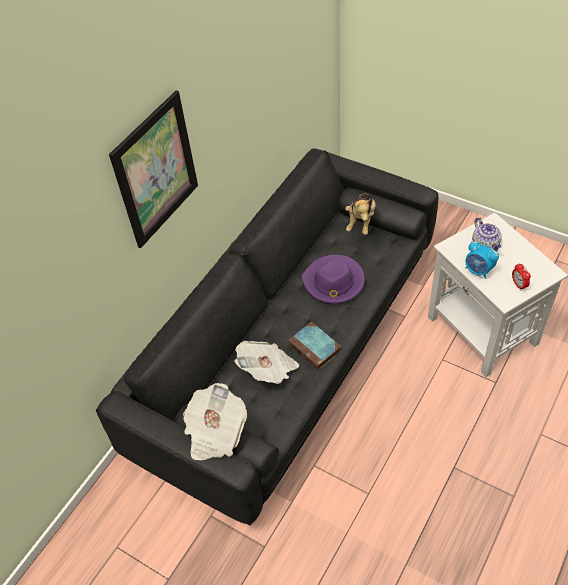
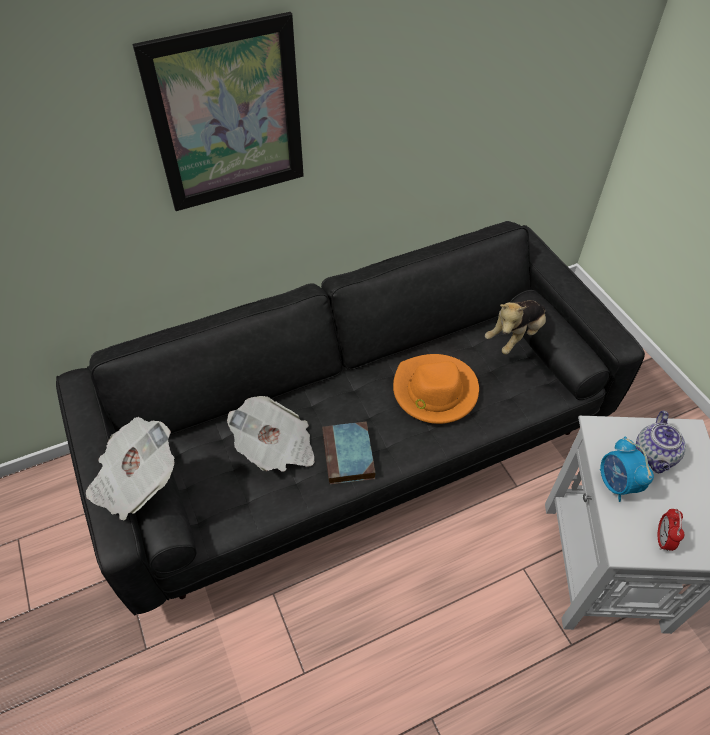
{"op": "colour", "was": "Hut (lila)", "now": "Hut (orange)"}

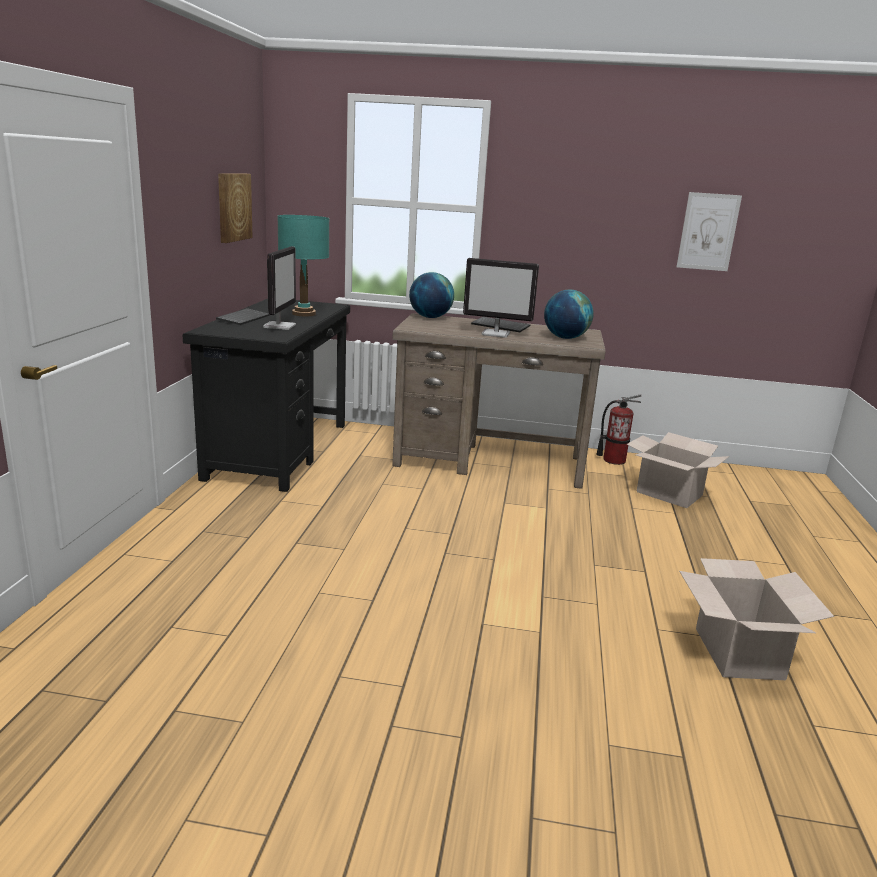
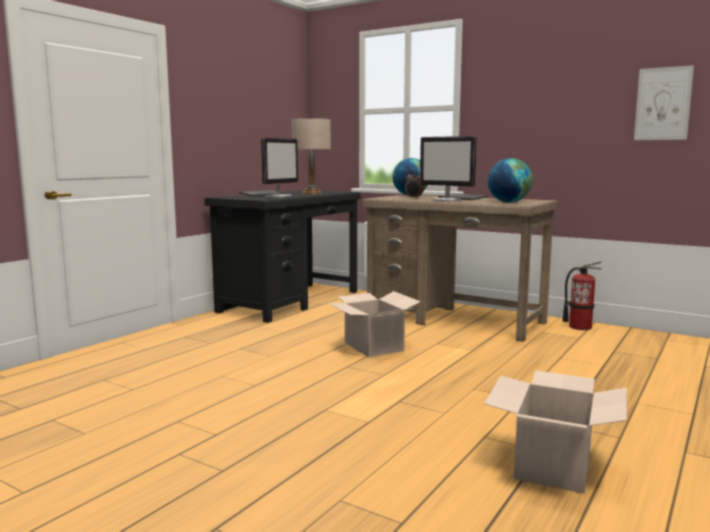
{"op": "missing", "was": "Bild (no. 1 from left)"}
{"op": "colour", "was": "Tischlampe (türkis)", "now": "Tischlampe (beige)"}
{"op": "relocated", "was": "Karton (no. 1 from left)"}
{"op": "appeared", "now": "Wecker"}

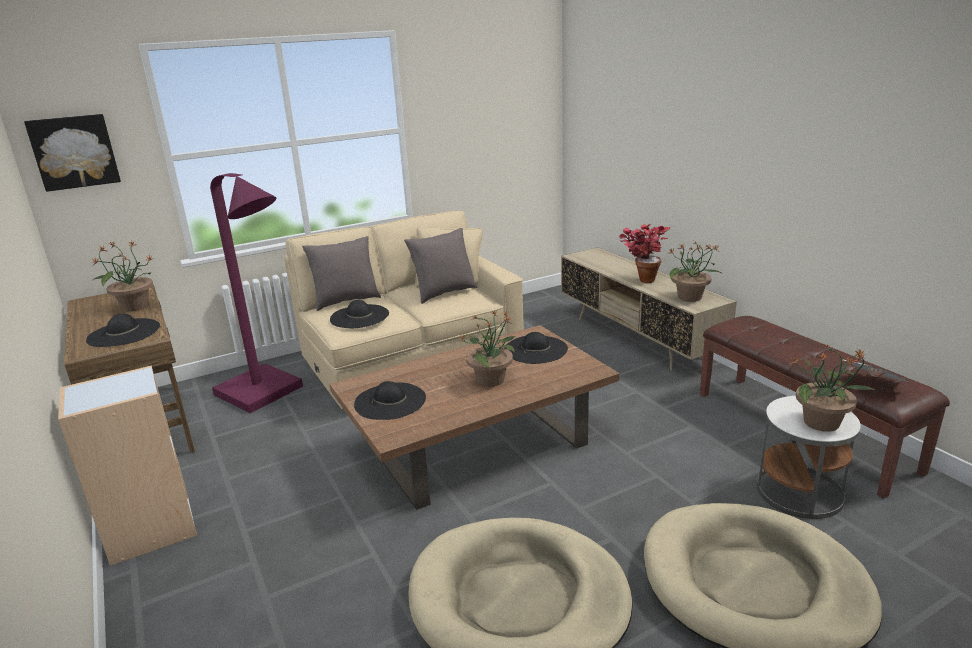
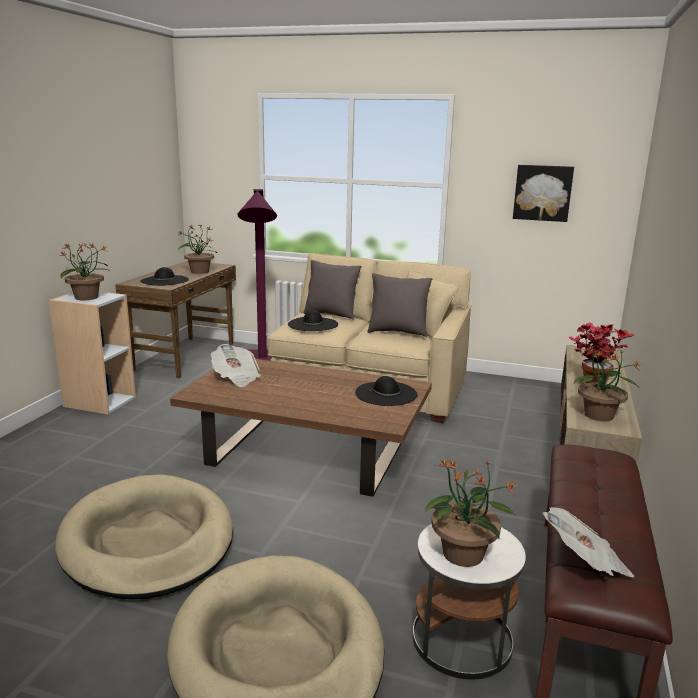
{"op": "relocated", "was": "Bild"}
{"op": "exchanged", "was": "Hut (schwarz) (no. 3 from left)", "now": "Zeitung (no. 1 from left)"}
{"op": "relocated", "was": "Topfpflanze (no. 2 from left in the first image)", "now": "Topfpflanze (no. 1 from left)"}

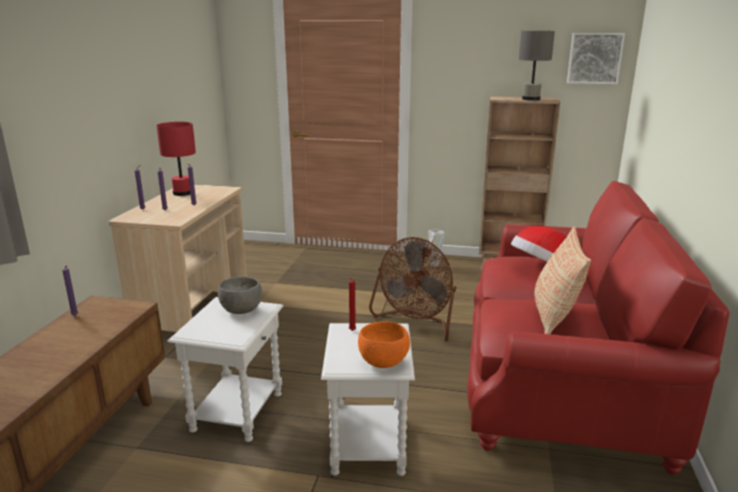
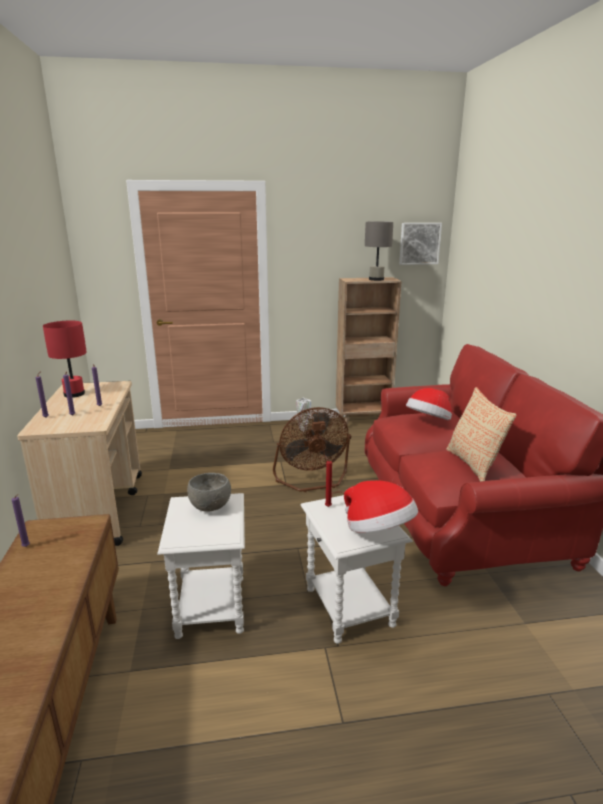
{"op": "exchanged", "was": "Schüssel (orange)", "now": "Hut (no. 1 from left)"}
{"op": "spun", "was": "Ventilator (braun)", "clockwise": 150}

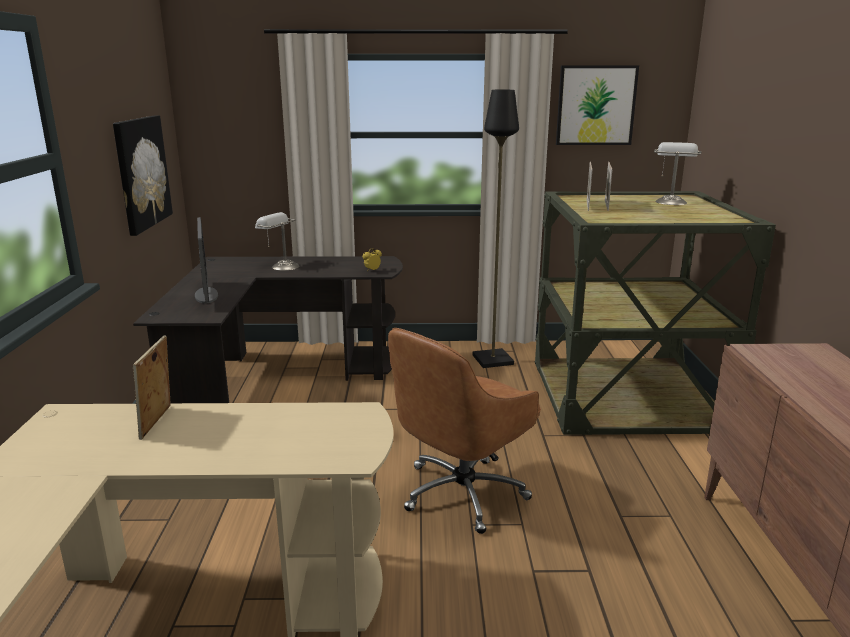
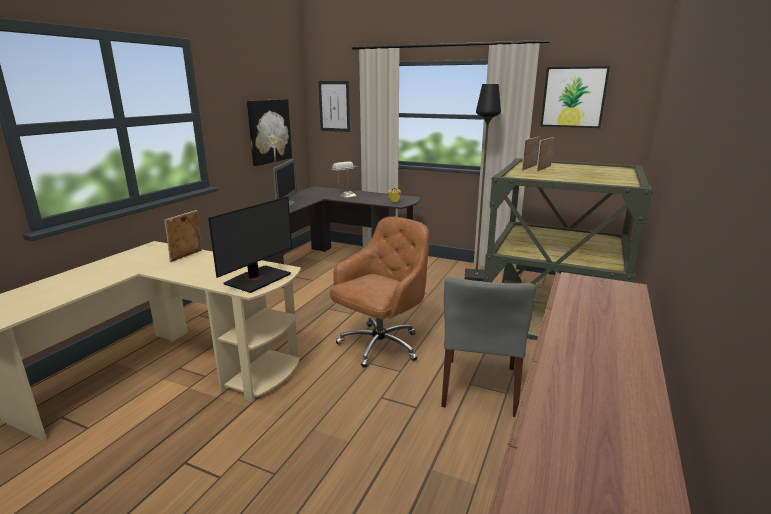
{"op": "spun", "was": "Bürostuhl (braun)", "clockwise": 150}
{"op": "missing", "was": "Tischlampe (weiß) (no. 2 from left)"}
{"op": "appeared", "now": "Monitor (no. 1 from left)"}
{"op": "appeared", "now": "Bild (no. 2 from left)"}
{"op": "appeared", "now": "Stuhl (grau)"}

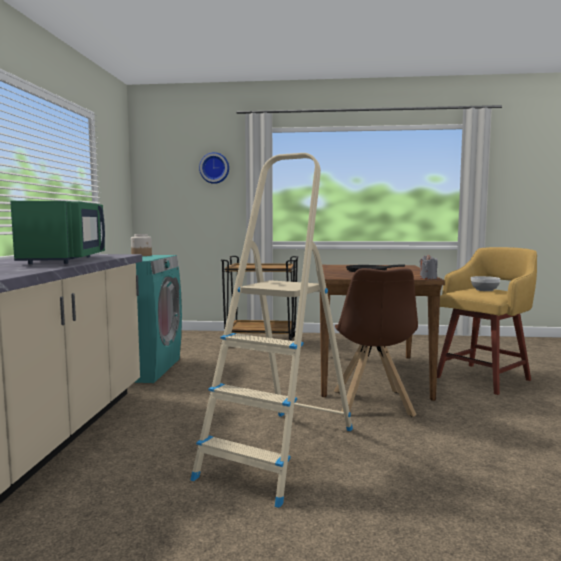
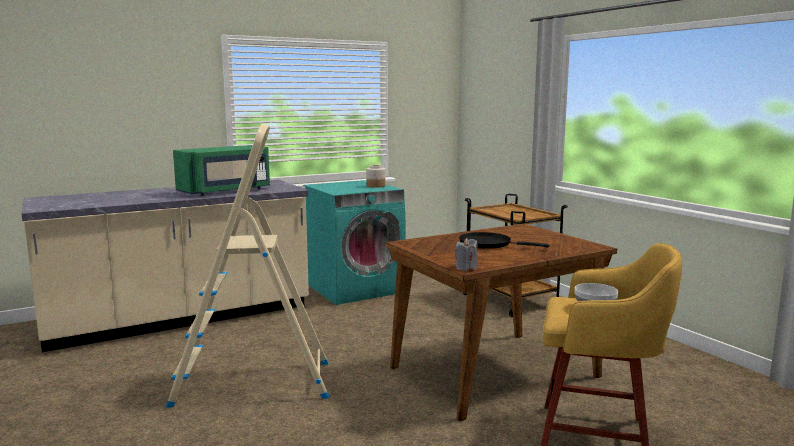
{"op": "missing", "was": "Wanduhr"}
{"op": "missing", "was": "Stuhl (braun)"}

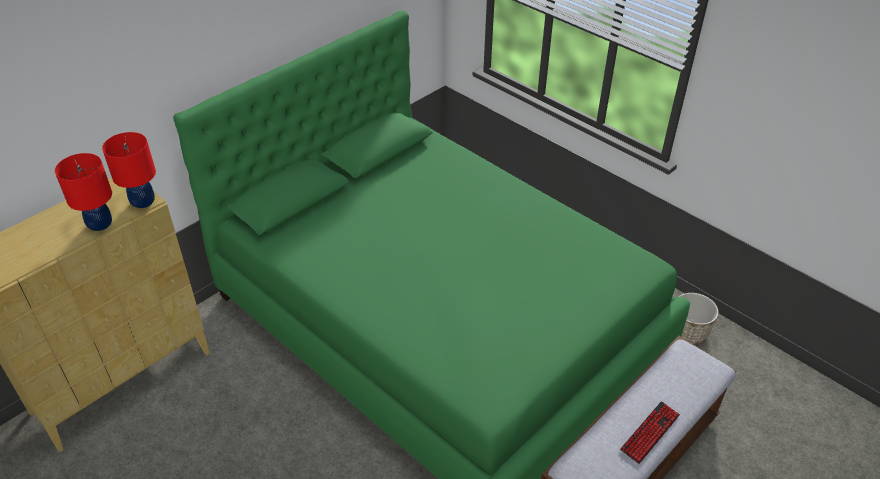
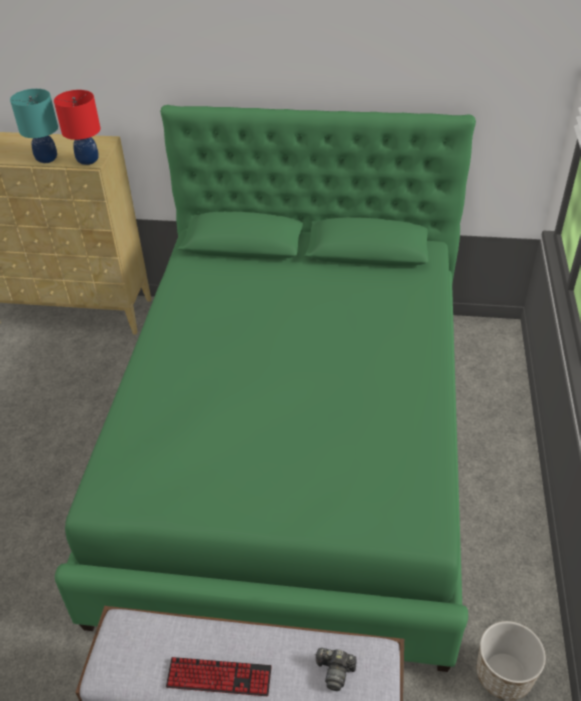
{"op": "colour", "was": "Tischlampe (rot) (no. 1 from left)", "now": "Tischlampe (türkis)"}
{"op": "appeared", "now": "Kamera"}

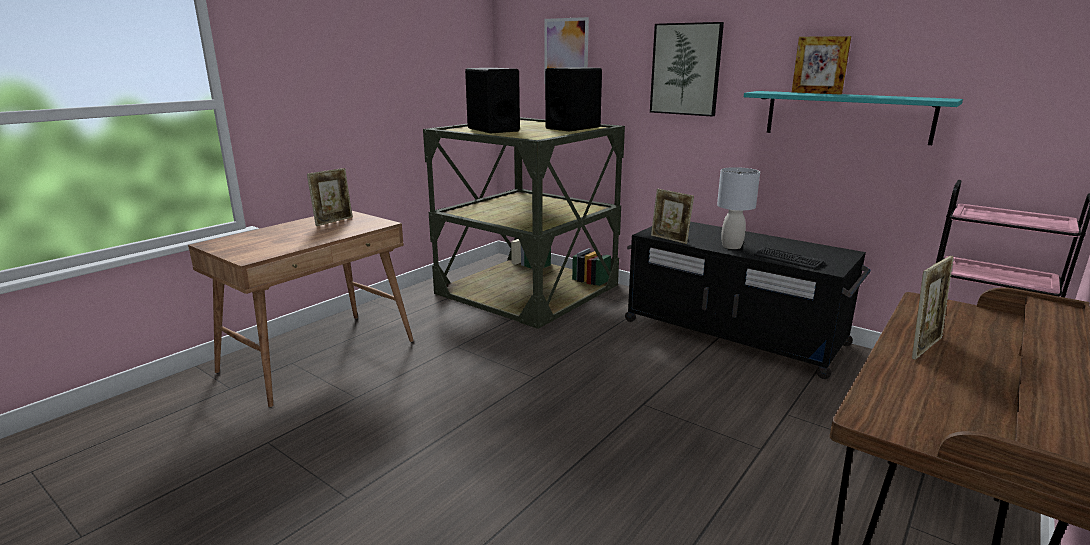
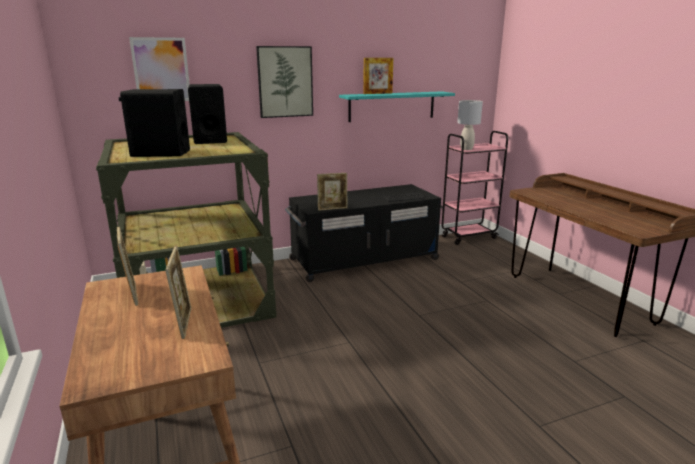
{"op": "relocated", "was": "Tischlampe (grau)"}
{"op": "relocated", "was": "Bilderrahmen (no. 4 from left in the first image)", "now": "Bilderrahmen (no. 2 from left)"}

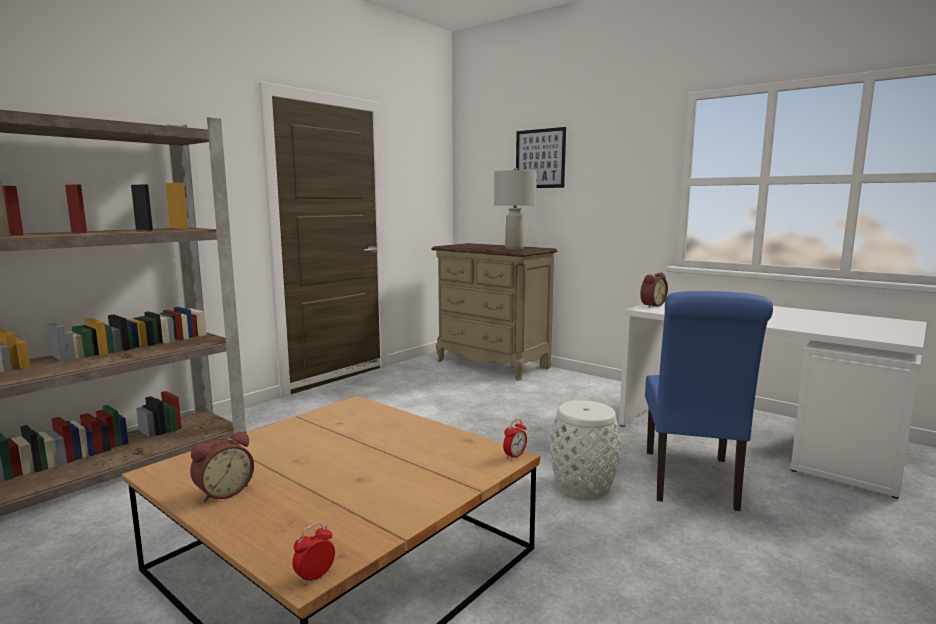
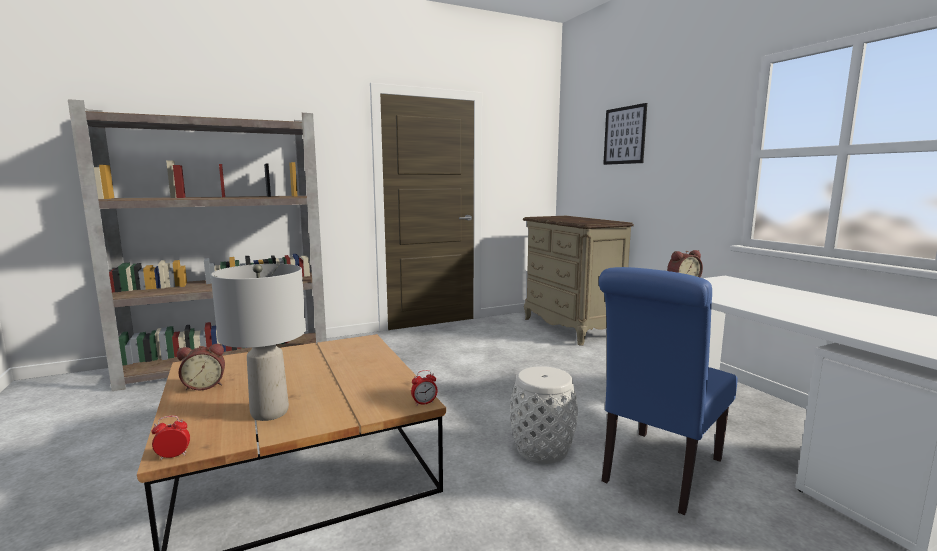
{"op": "relocated", "was": "Tischlampe (grau)"}

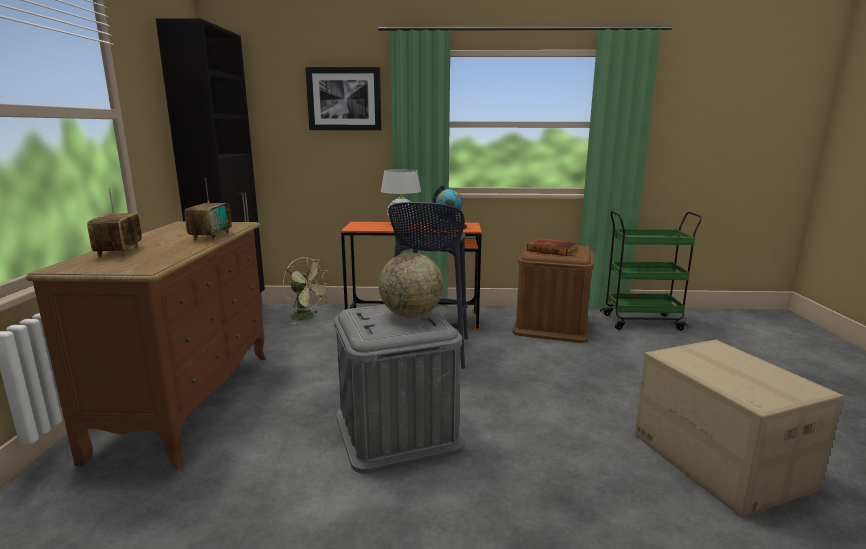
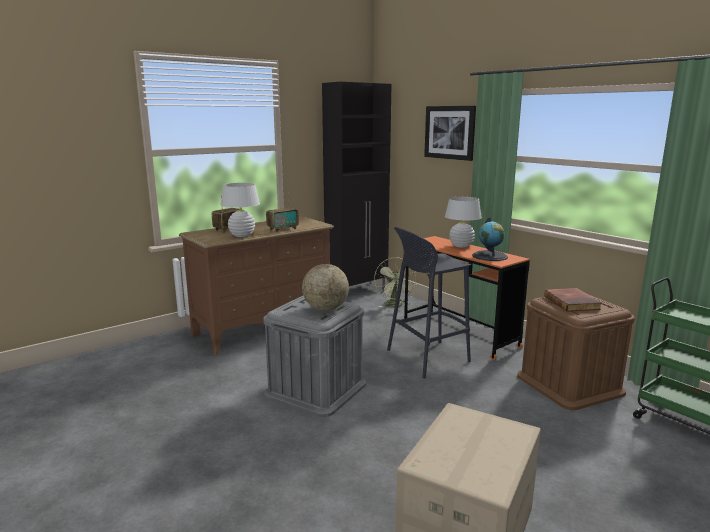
{"op": "appeared", "now": "Tischlampe (weiß) (no. 1 from left)"}

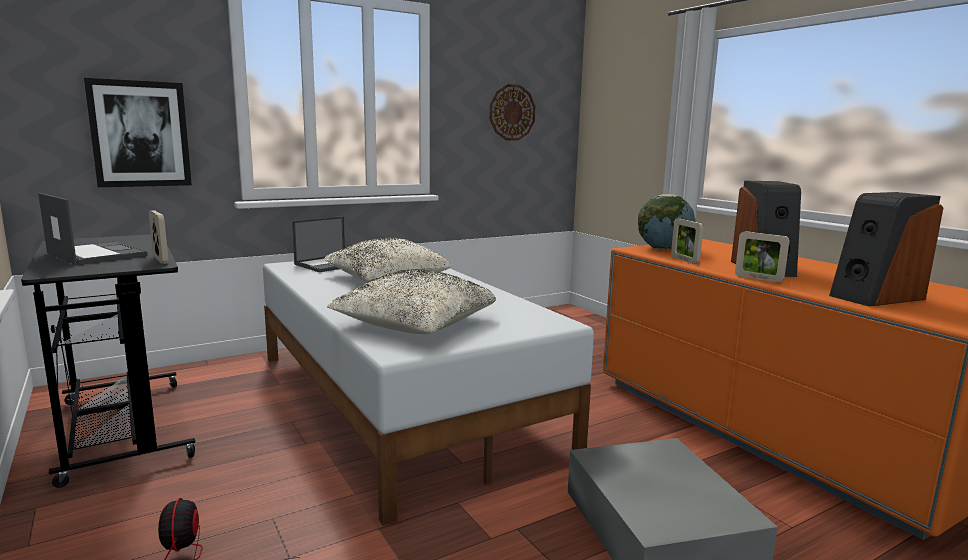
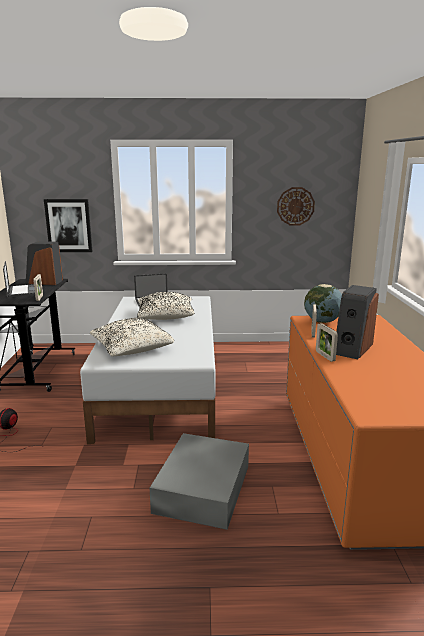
{"op": "relocated", "was": "Lautsprecher (no. 2 from left in the first image)", "now": "Lautsprecher (no. 1 from left)"}

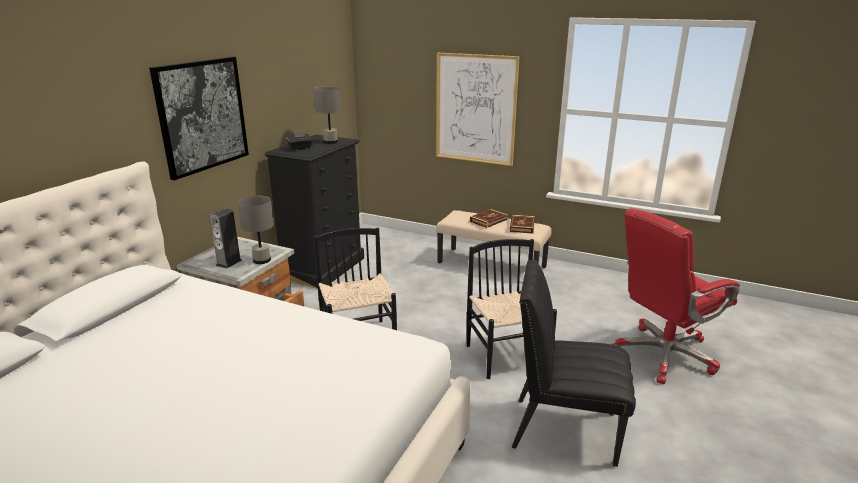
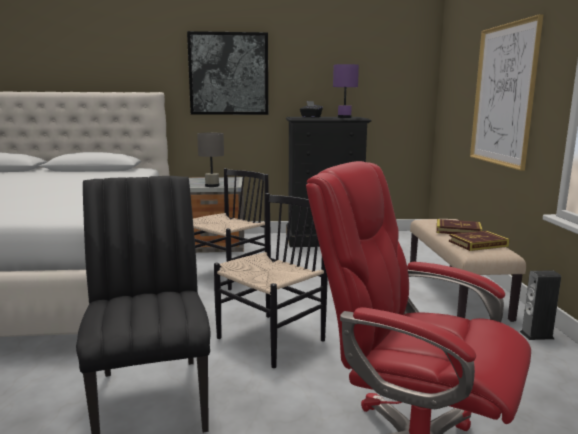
{"op": "relocated", "was": "Lautsprecher"}
{"op": "colour", "was": "Tischlampe (grau) (no. 2 from left)", "now": "Tischlampe (lila)"}

